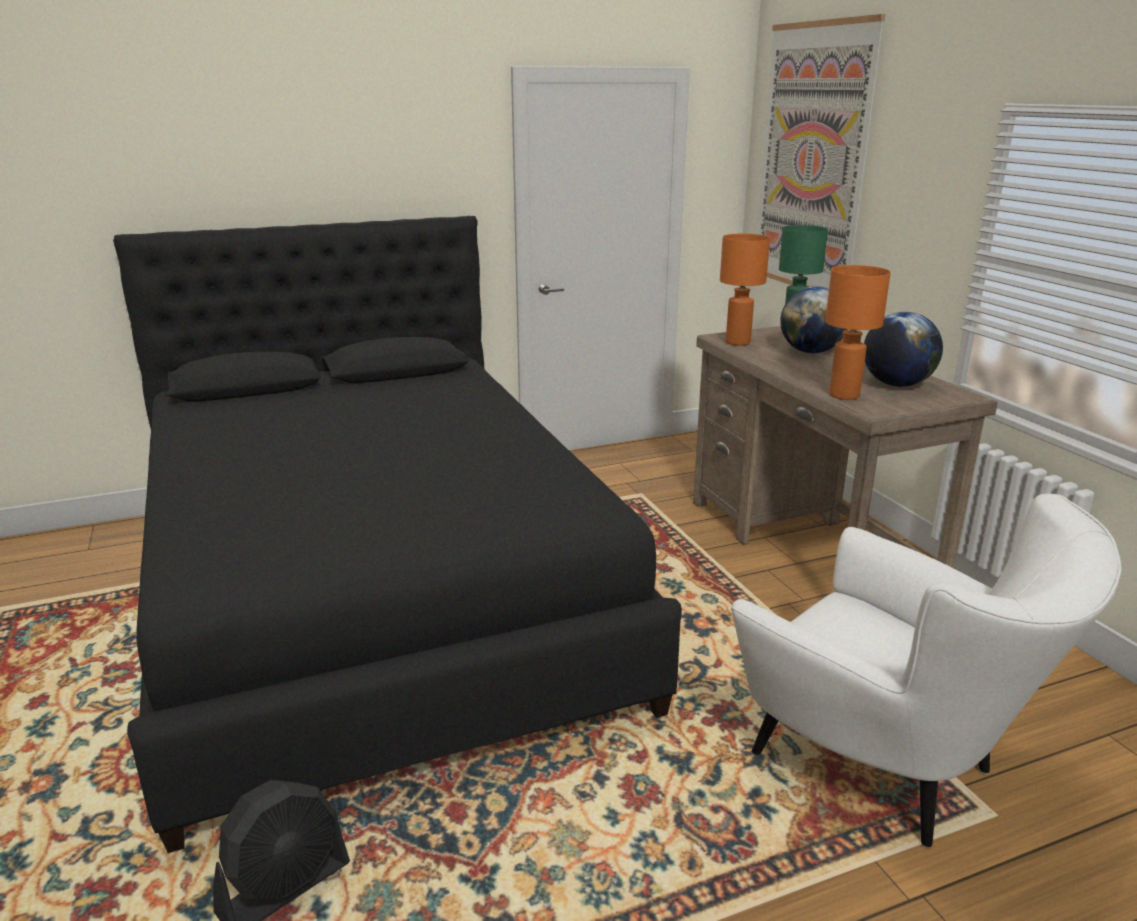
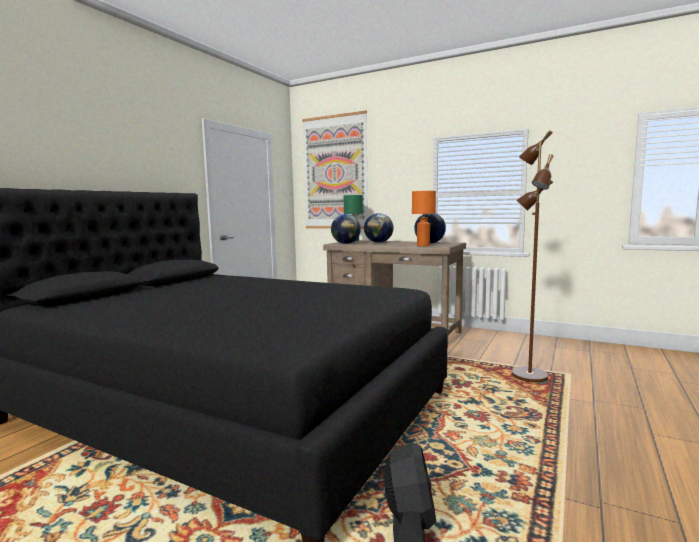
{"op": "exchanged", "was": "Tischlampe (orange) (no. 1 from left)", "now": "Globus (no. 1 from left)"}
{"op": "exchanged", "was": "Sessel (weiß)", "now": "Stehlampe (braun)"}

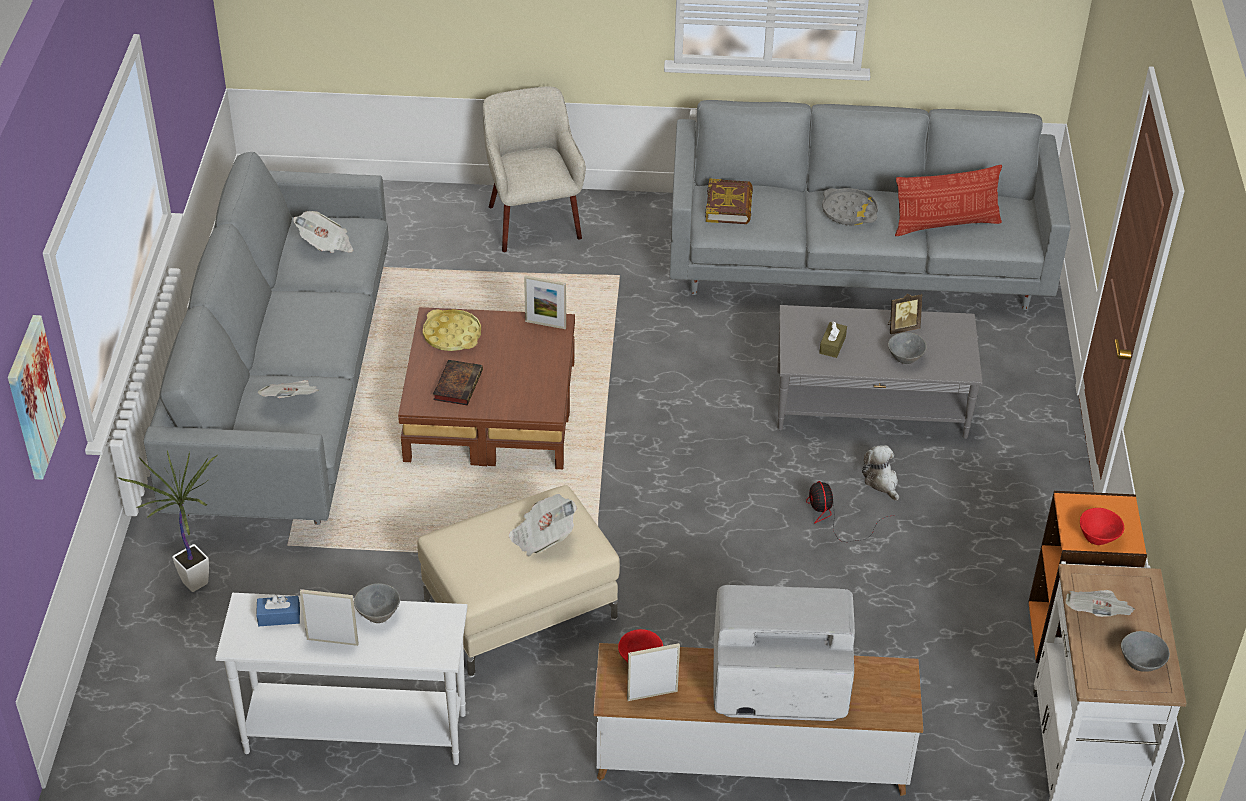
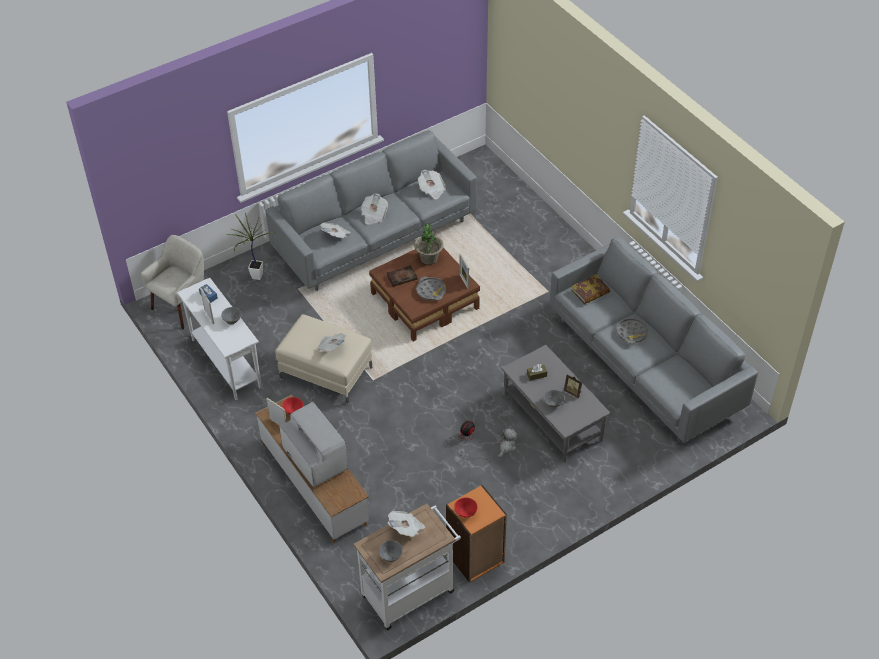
{"op": "missing", "was": "Bild"}
{"op": "exchanged", "was": "Tablett (gelb)", "now": "Topfpflanze (no. 2 from left)"}
{"op": "relocated", "was": "Sessel (beige)"}
{"op": "missing", "was": "Kissen"}
{"op": "appeared", "now": "Zeitung (no. 3 from left)"}
{"op": "appeared", "now": "Tablett (grau) (no. 1 from left)"}

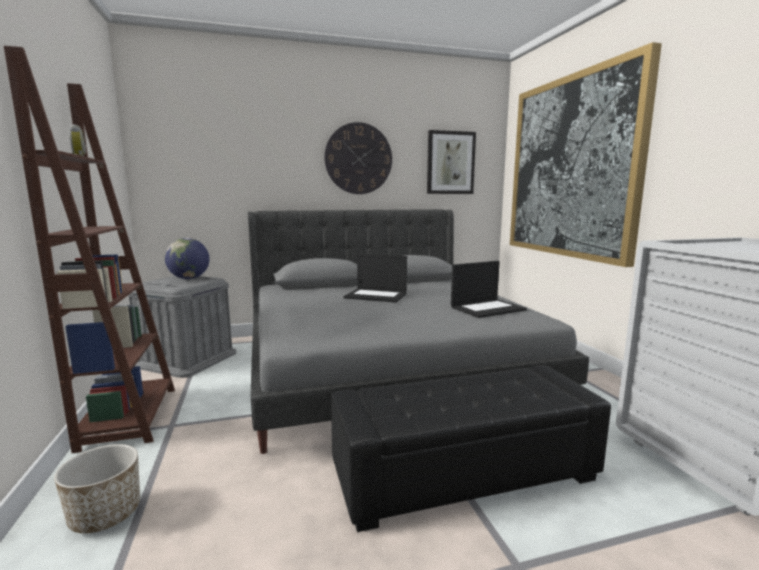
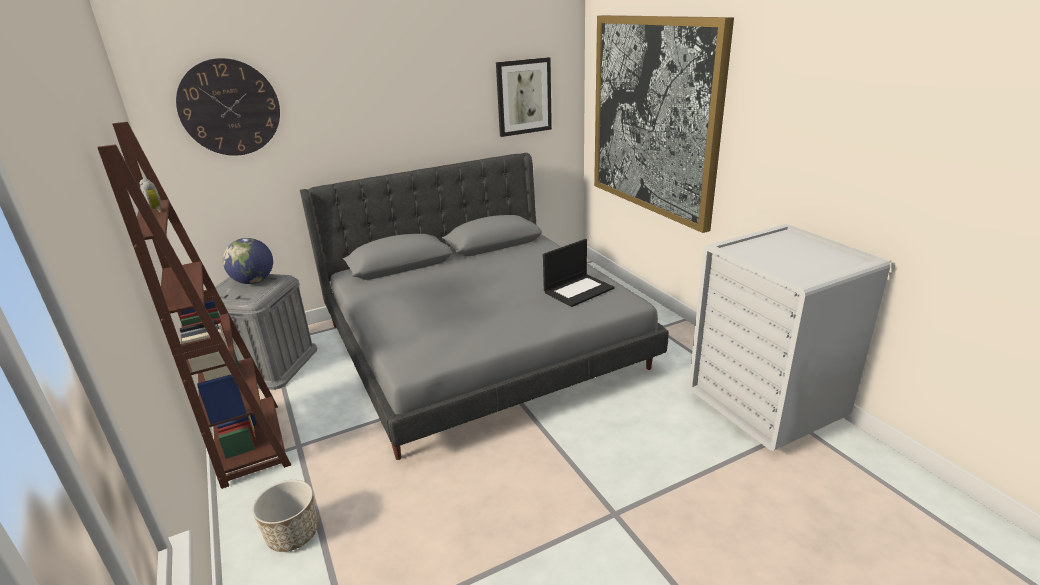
{"op": "relocated", "was": "Wanduhr"}
{"op": "missing", "was": "Polsterhocker (schwarz)"}
{"op": "missing", "was": "Laptop (no. 1 from left)"}

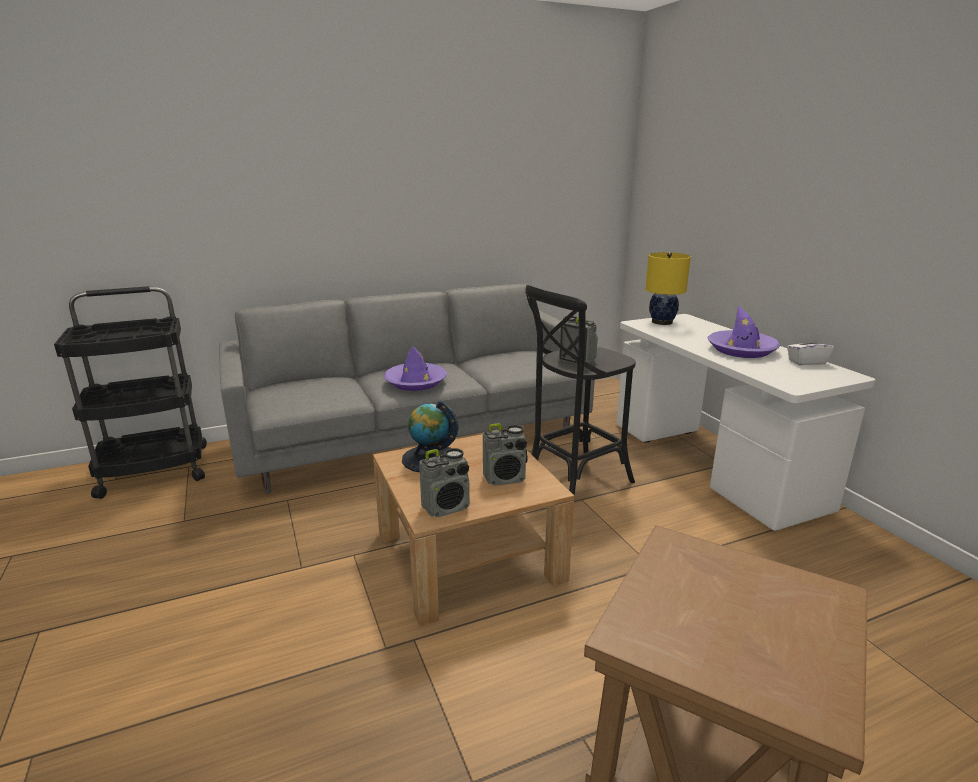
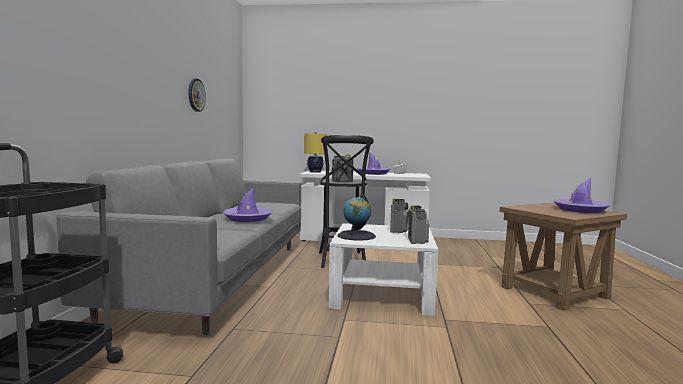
{"op": "colour", "was": "Couchtisch (braun)", "now": "Couchtisch (weiß)"}
{"op": "appeared", "now": "Wanduhr"}
{"op": "appeared", "now": "Hut (lila) (no. 3 from left)"}

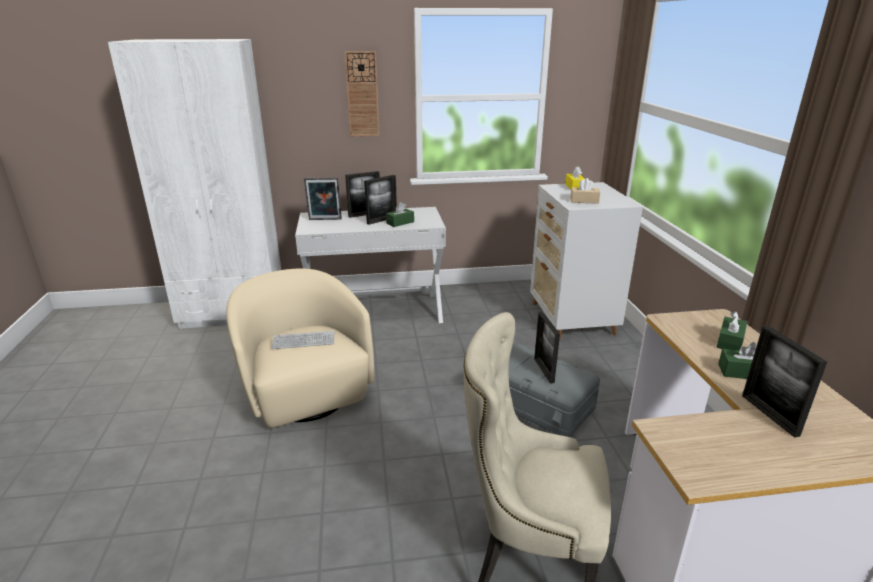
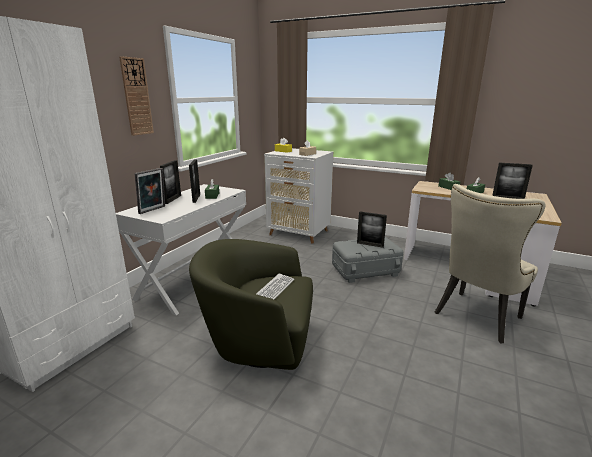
{"op": "colour", "was": "Sessel (beige)", "now": "Sessel (grün)"}

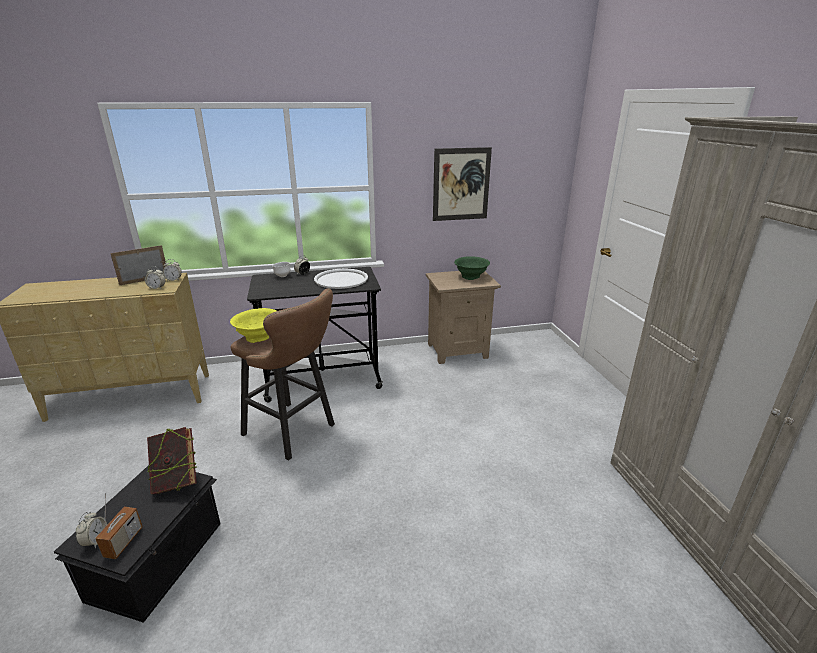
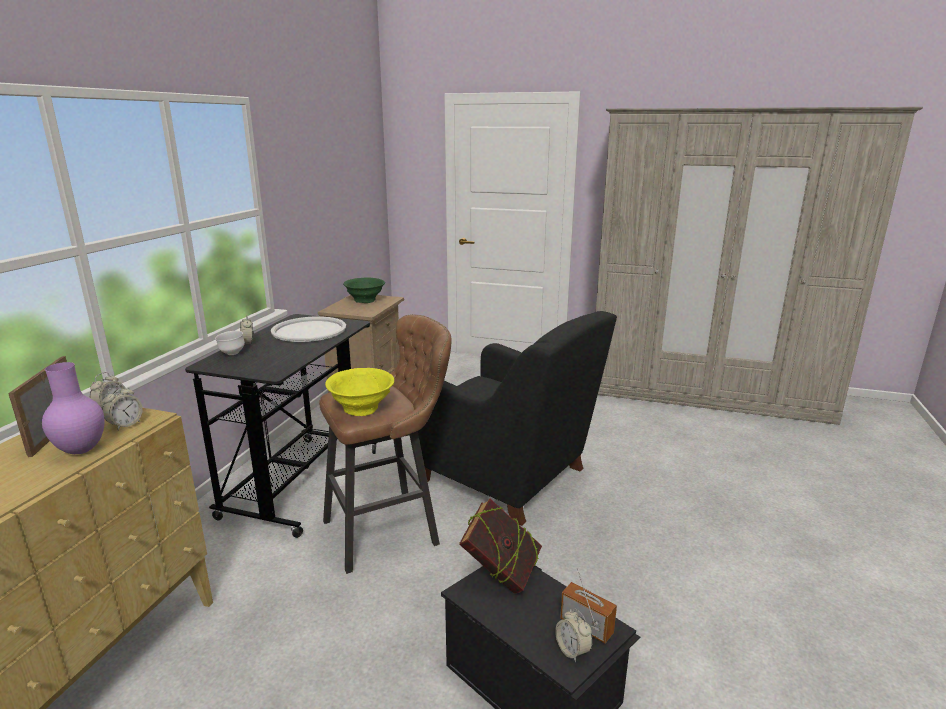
{"op": "spun", "was": "Wecker (no. 1 from left in the first image)", "clockwise": -150}
{"op": "missing", "was": "Bild"}
{"op": "appeared", "now": "Vase (lila)"}
{"op": "appeared", "now": "Sessel (schwarz)"}

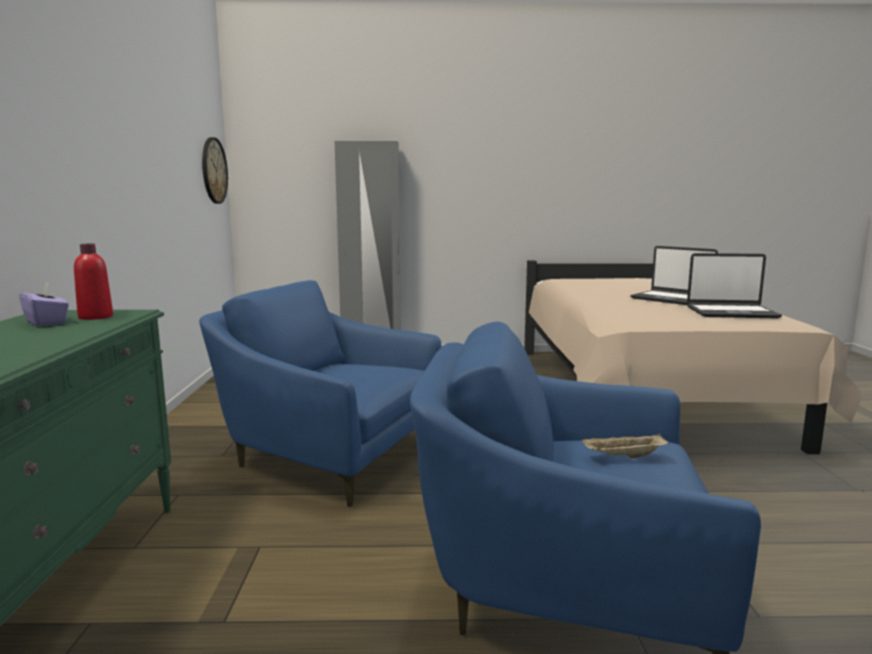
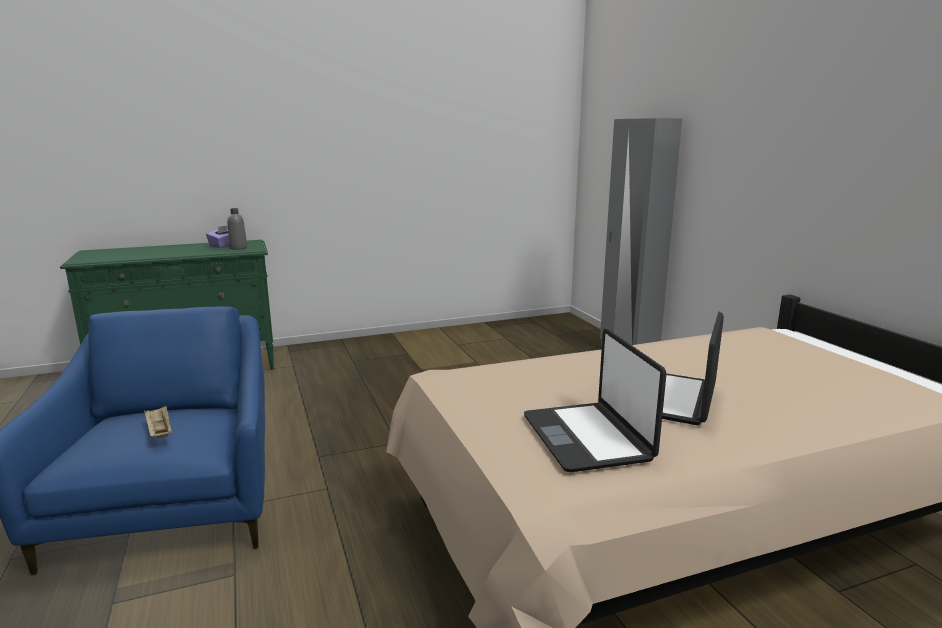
{"op": "colour", "was": "Flasche (rot)", "now": "Flasche (grau)"}
{"op": "missing", "was": "Sessel (blau) (no. 1 from left)"}
{"op": "missing", "was": "Wanduhr"}

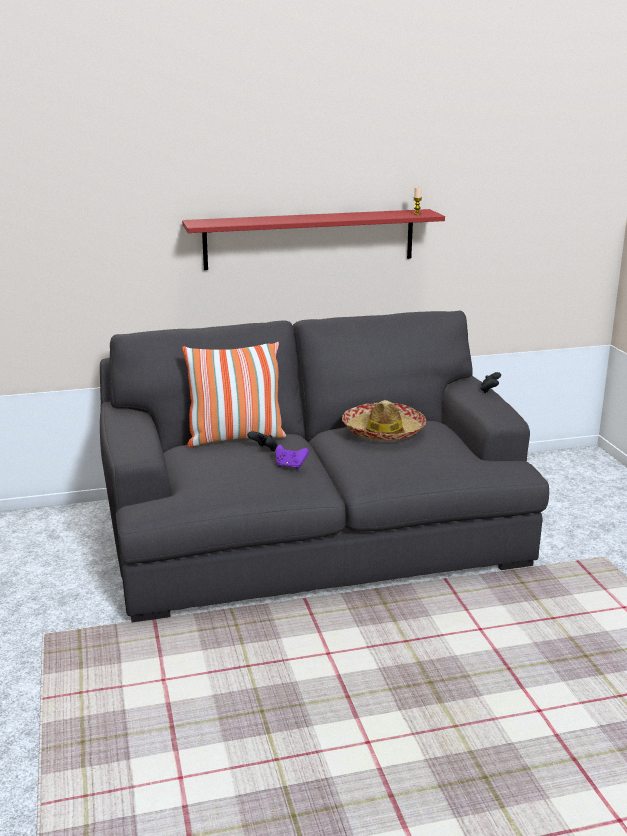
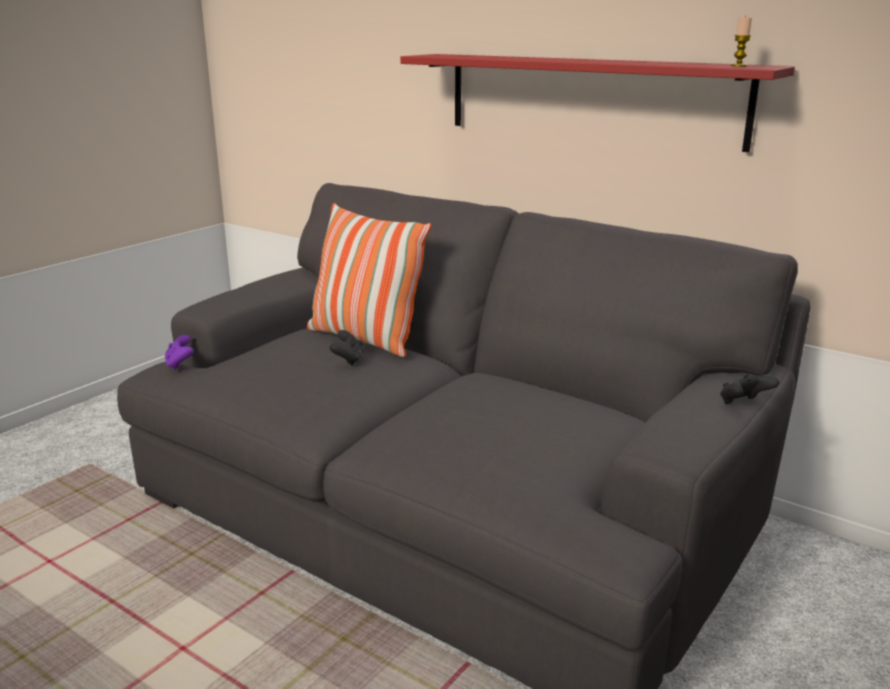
{"op": "relocated", "was": "Gamepad (lila)"}
{"op": "missing", "was": "Hut"}

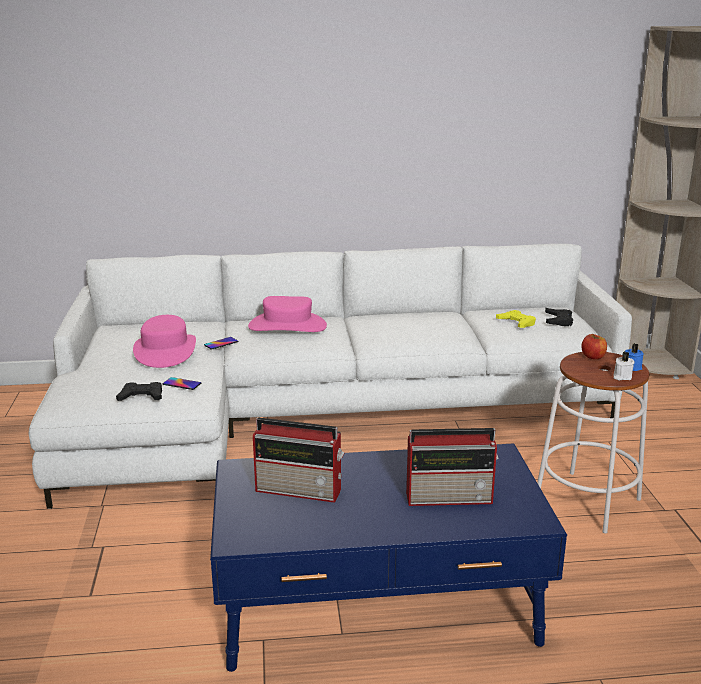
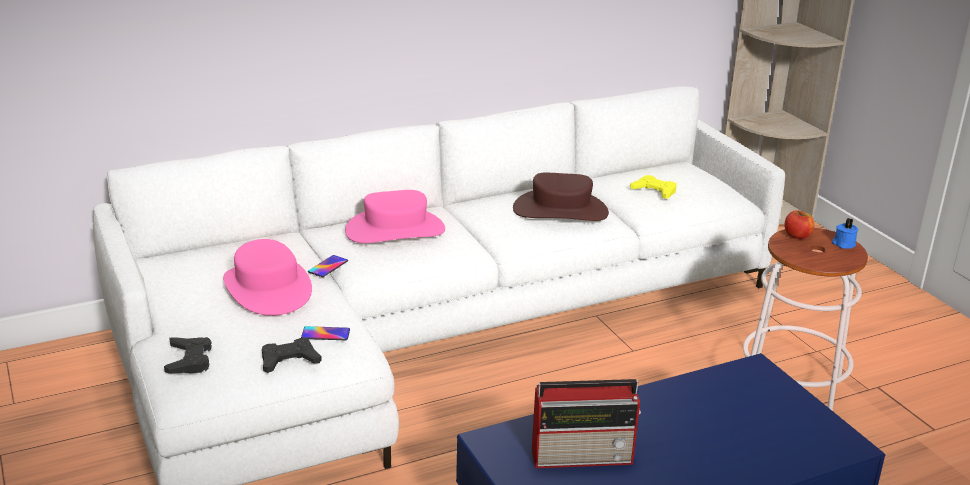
{"op": "missing", "was": "Radio (no. 2 from left)"}
{"op": "relocated", "was": "Gamepad (schwarz) (no. 2 from left in the first image)", "now": "Gamepad (schwarz) (no. 1 from left)"}
{"op": "missing", "was": "Kerze (weiß)"}
{"op": "appeared", "now": "Hut (braun)"}

